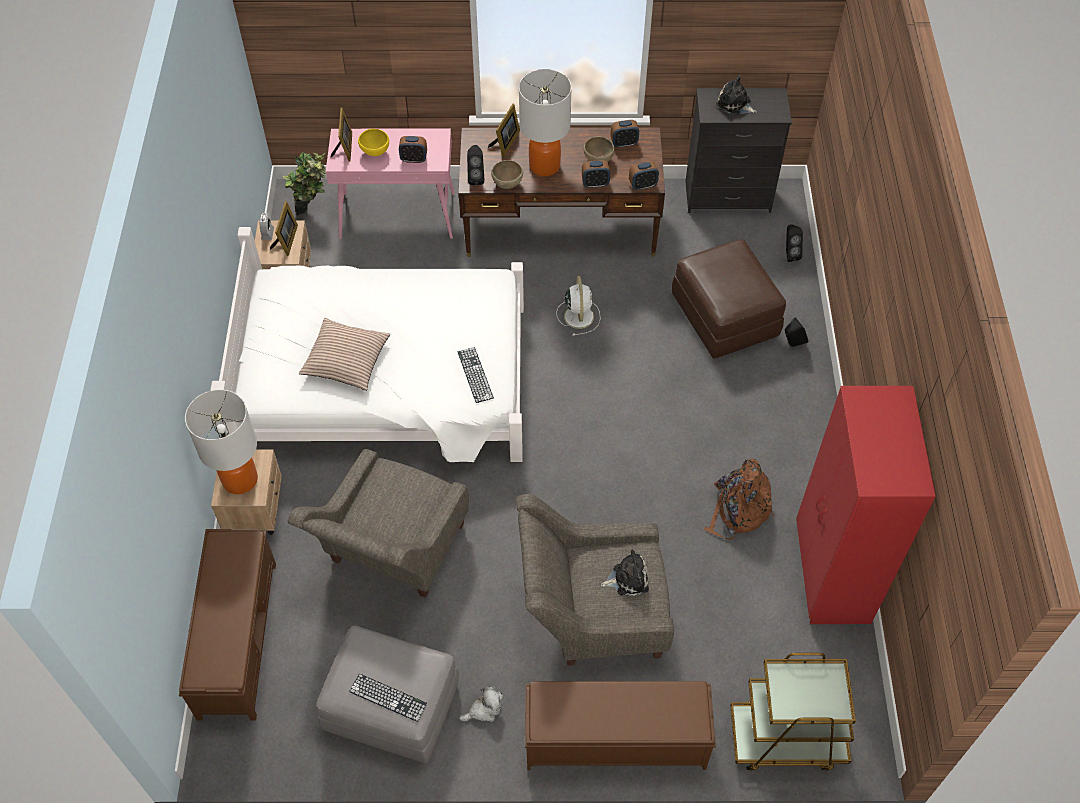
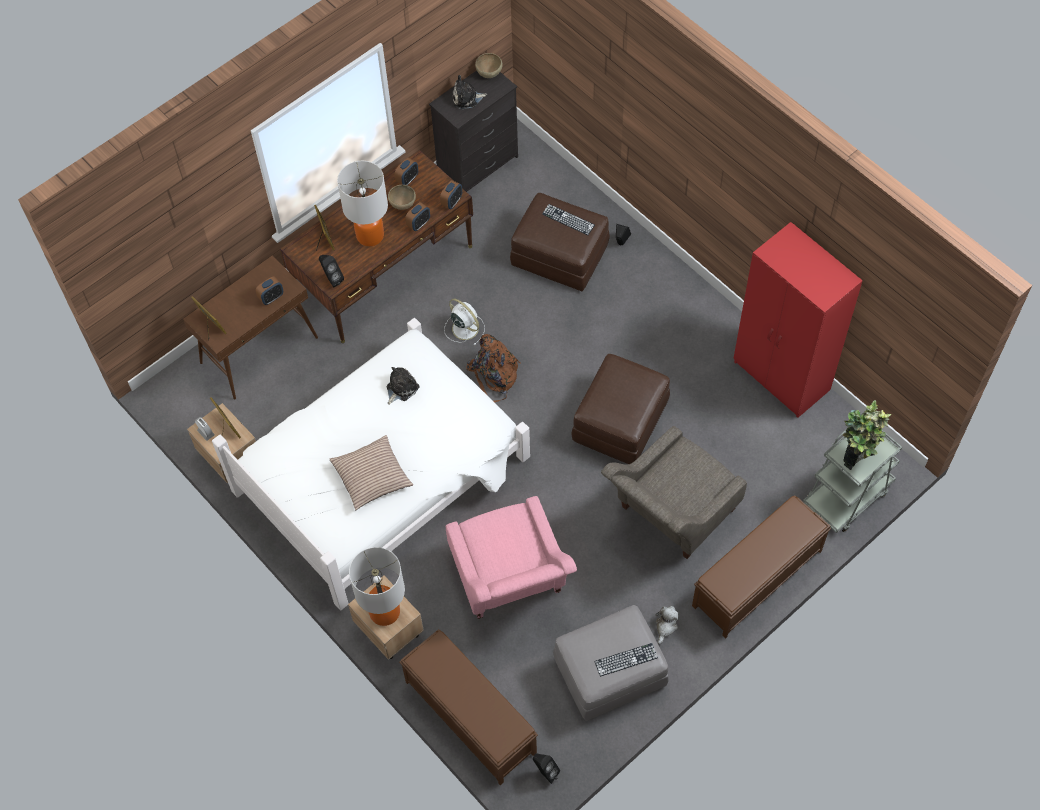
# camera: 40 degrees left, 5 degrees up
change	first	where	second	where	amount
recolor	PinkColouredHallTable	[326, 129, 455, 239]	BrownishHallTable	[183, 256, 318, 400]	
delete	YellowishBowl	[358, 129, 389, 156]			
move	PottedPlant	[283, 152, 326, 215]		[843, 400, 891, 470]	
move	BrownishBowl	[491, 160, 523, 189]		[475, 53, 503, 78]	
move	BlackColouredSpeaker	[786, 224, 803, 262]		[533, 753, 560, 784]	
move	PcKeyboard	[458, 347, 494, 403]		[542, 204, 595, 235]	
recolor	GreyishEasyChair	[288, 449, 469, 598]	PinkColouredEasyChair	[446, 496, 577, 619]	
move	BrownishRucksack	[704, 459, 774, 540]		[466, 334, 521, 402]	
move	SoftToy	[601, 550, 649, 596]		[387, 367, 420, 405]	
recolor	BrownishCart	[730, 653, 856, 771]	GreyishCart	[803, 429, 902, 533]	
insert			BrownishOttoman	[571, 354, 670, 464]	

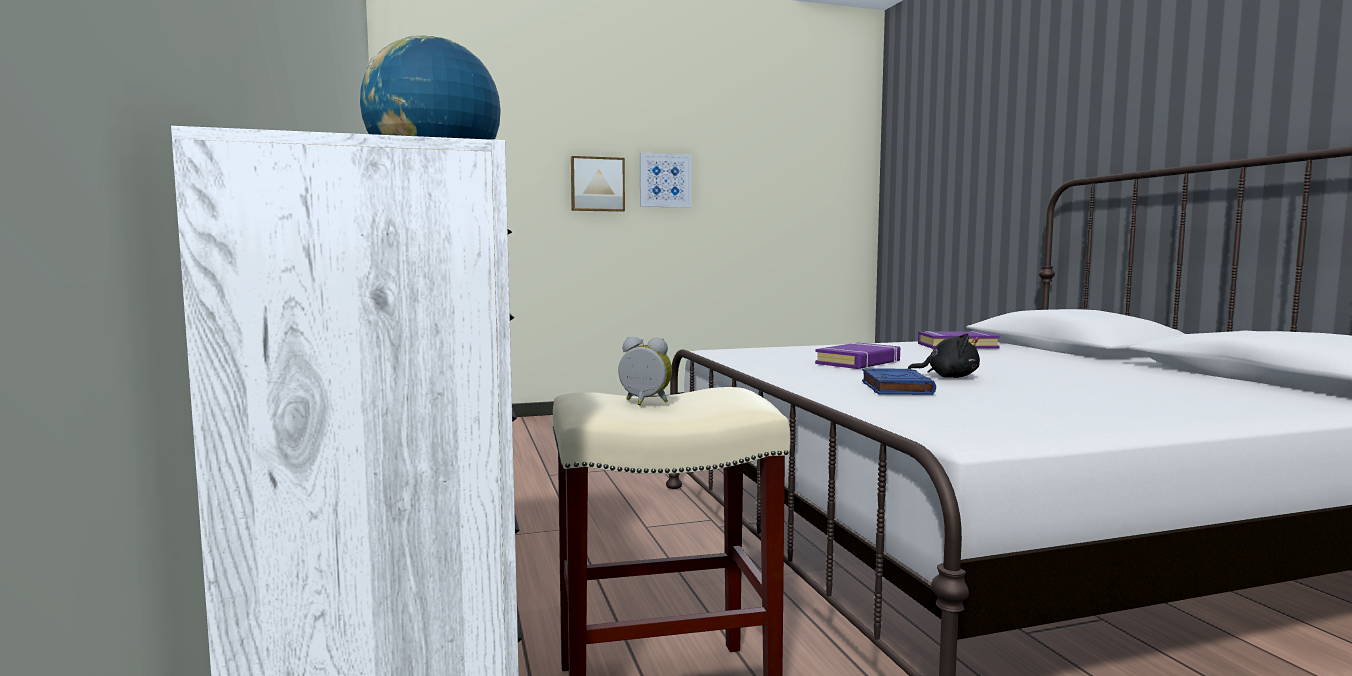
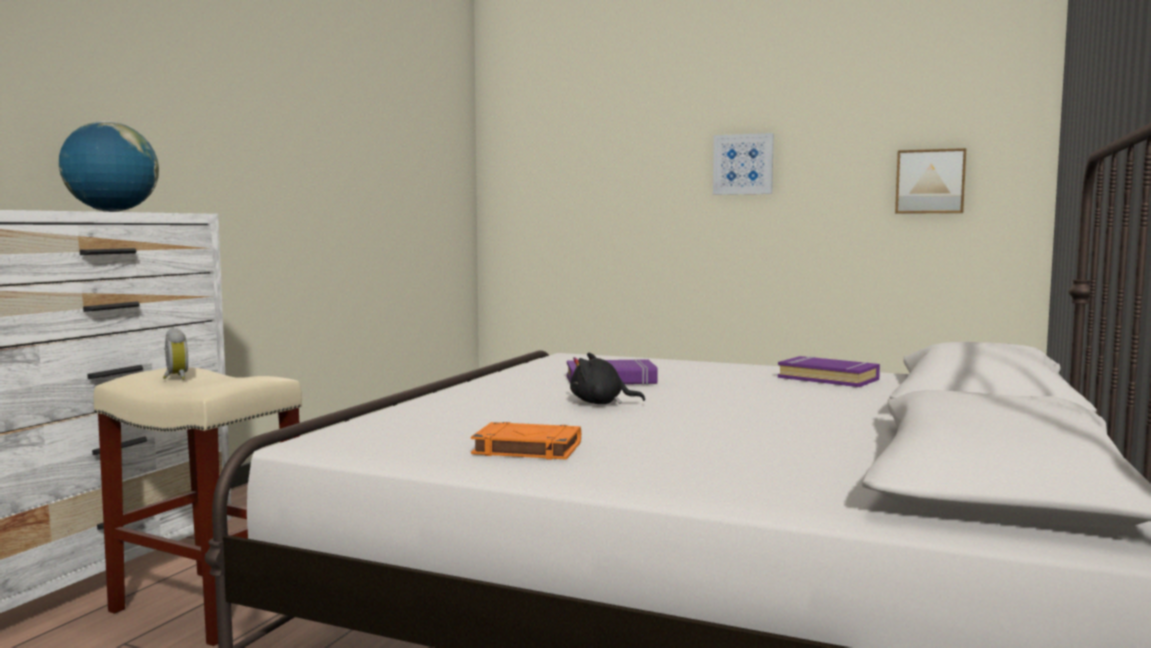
# camera: 40 degrees right, 0 degrees up
change	first	where	second	where	amount
move	WallPicture	[571, 156, 625, 212]		[895, 148, 966, 214]	
rotate	BlackColouredSoftToy	[907, 334, 980, 378]		[570, 353, 645, 404]	135 degrees clockwise
delete	BlueColouredBoundBook	[862, 368, 936, 395]			
insert			OrangeBoundBook	[471, 422, 581, 460]	

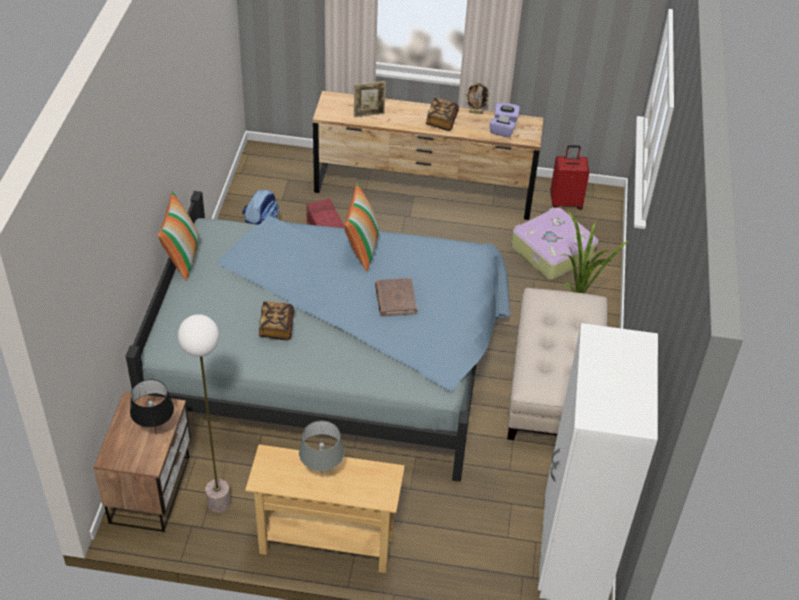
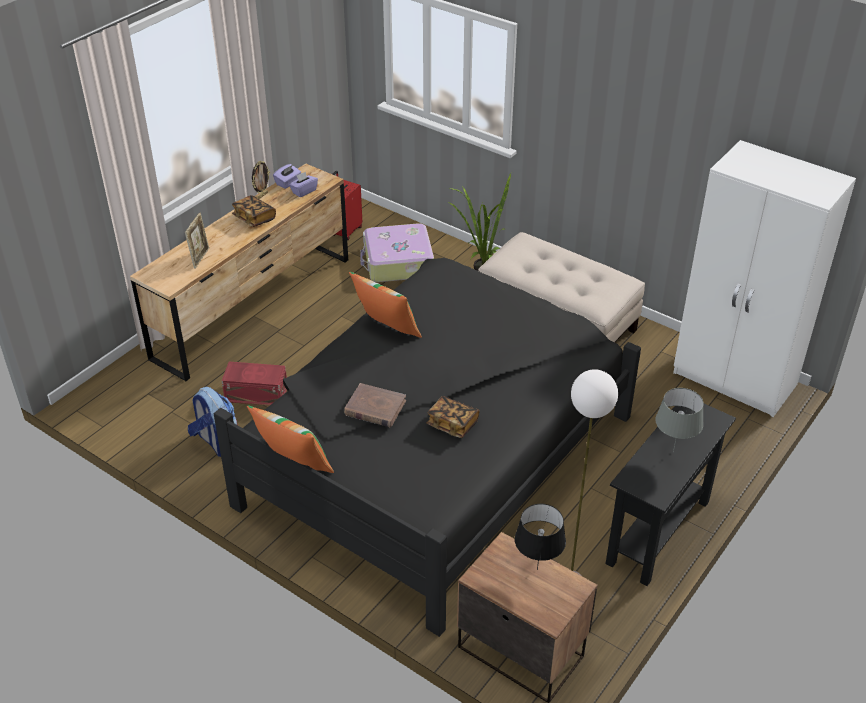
# camera: 60 degrees left, 5 degrees down
change	first	where	second	where	amount
recolor	BlueColouredSleepingBed	[126, 191, 510, 482]	BlackColouredSleepingBed	[213, 258, 641, 637]	
move	BrownishBoundBook	[375, 278, 417, 316]		[344, 383, 406, 427]	
recolor	SandColouredHallTable	[245, 445, 405, 573]	BlackColouredHallTable	[606, 403, 736, 586]	

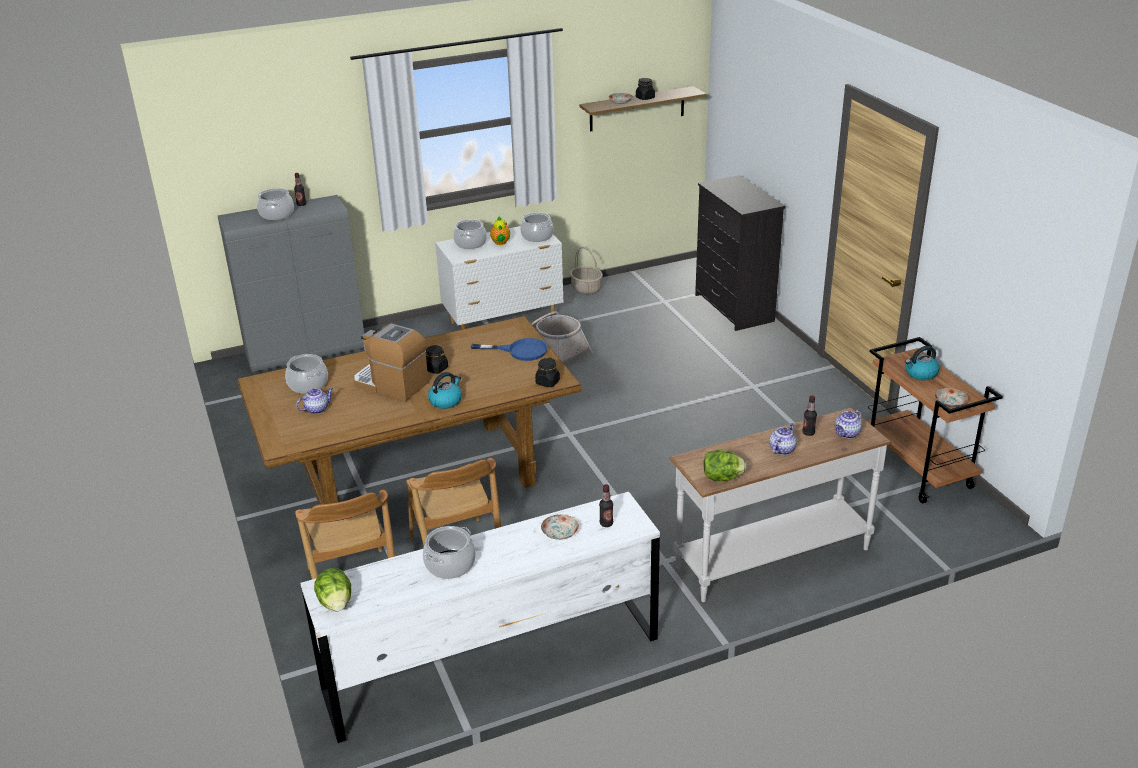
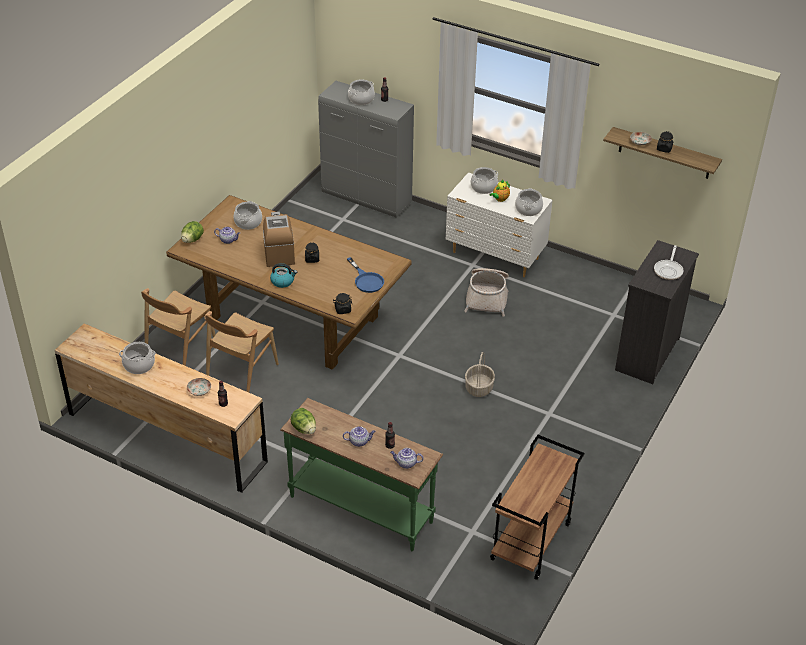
# camera: 50 degrees right, 10 degrees up
change	first	where	second	where	amount
move	Basket	[570, 246, 603, 295]		[465, 352, 495, 397]	
delete	TeaKettle	[905, 346, 939, 380]			
delete	FlatDish	[935, 388, 968, 407]			
recolor	WhiteHallTable	[669, 408, 892, 602]	GreenishHallTable	[280, 398, 443, 551]	
recolor	WhiteDrawerChest	[300, 492, 660, 743]	BrownishDrawerChest	[54, 323, 268, 493]	
move	Lettuce	[314, 568, 351, 611]		[181, 221, 204, 243]	
insert			Pan	[654, 245, 683, 280]	

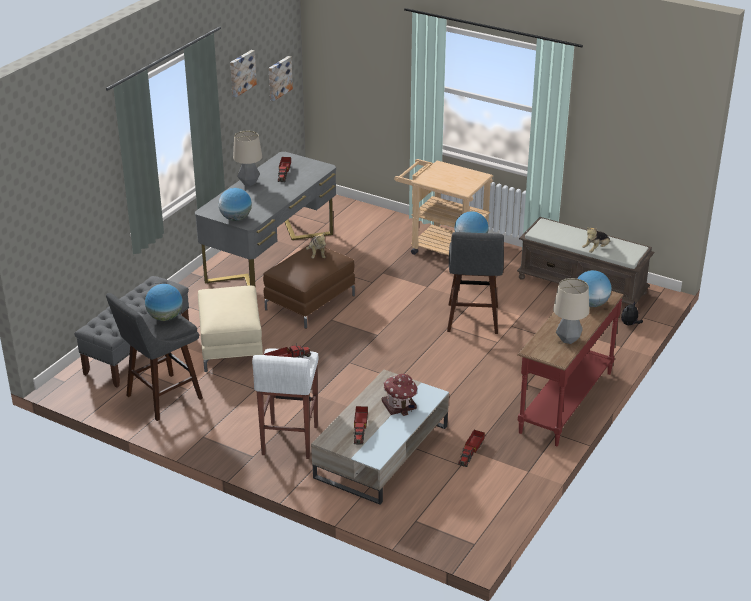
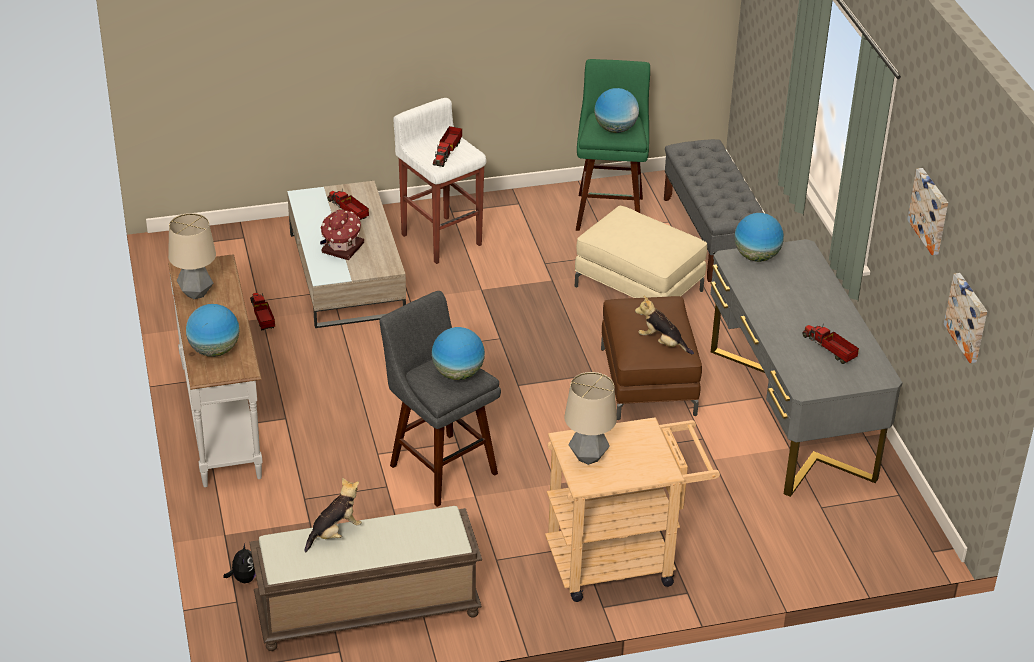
# camera: 135 degrees right, 5 degrees up
change	first	where	second	where	amount
move	TableLamp	[233, 131, 262, 186]		[564, 372, 617, 465]	
rotate	SoftToy	[582, 227, 611, 253]		[305, 478, 362, 552]	45 degrees clockwise
recolor	RedColouredHallTable	[517, 291, 624, 447]	WhiteHallTable	[168, 255, 263, 487]	
recolor	GreyishSittingStool	[106, 293, 203, 421]	GreenishSittingStool	[576, 59, 650, 231]	

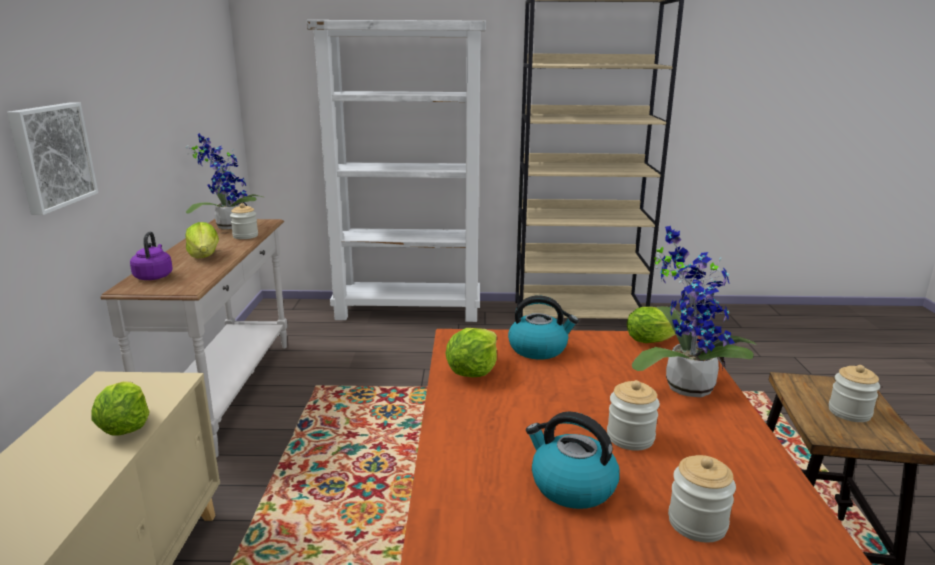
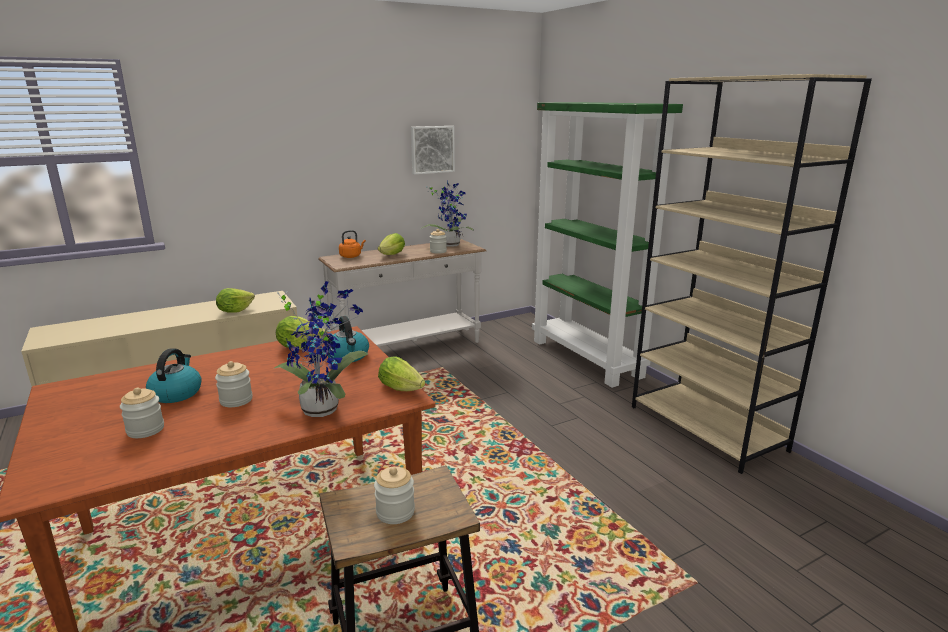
# camera: 60 degrees right, 0 degrees up
change	first	where	second	where	amount
recolor	WhiteBookcase	[307, 20, 486, 322]	GreenishBookcase	[532, 102, 683, 388]	
move	WallPicture	[7, 102, 98, 215]		[411, 126, 455, 174]	
recolor	PurpleTeaKettle	[130, 231, 173, 280]	OrangeTeaKettle	[339, 230, 366, 258]	

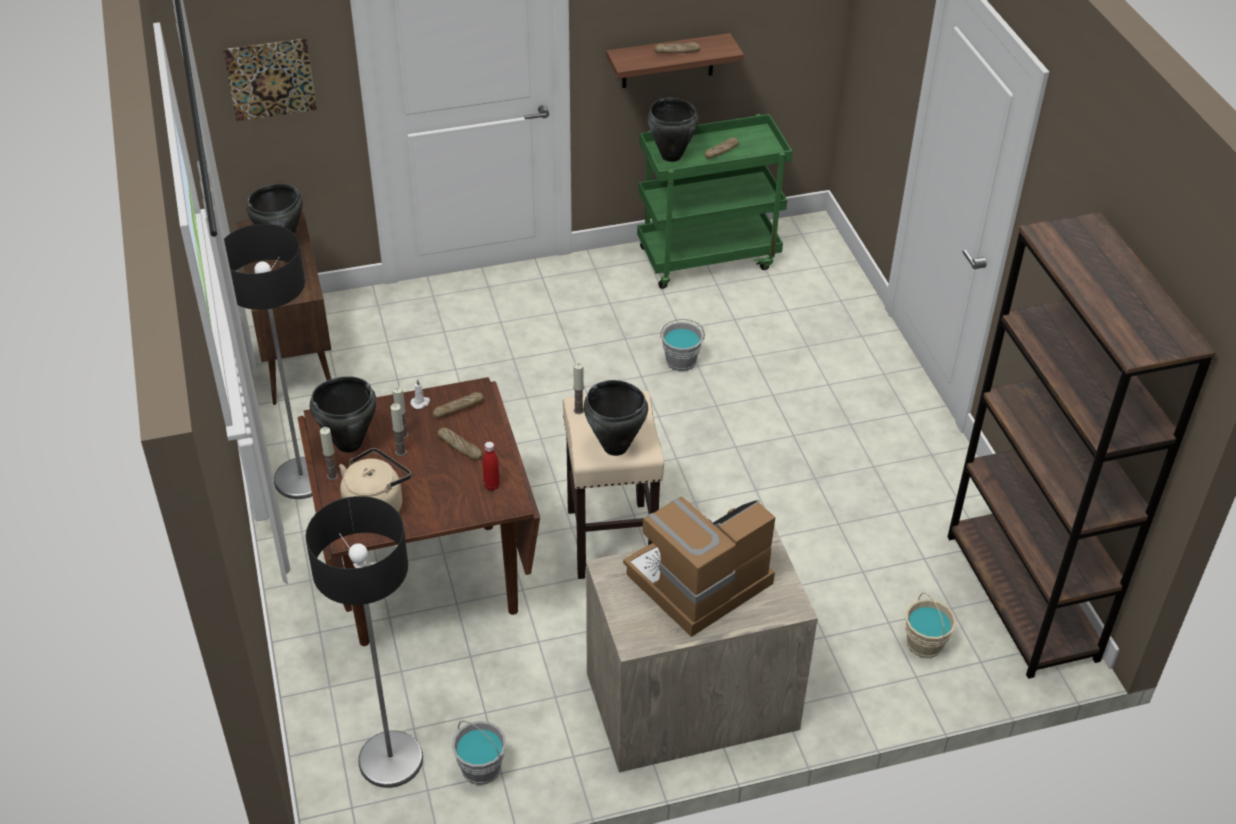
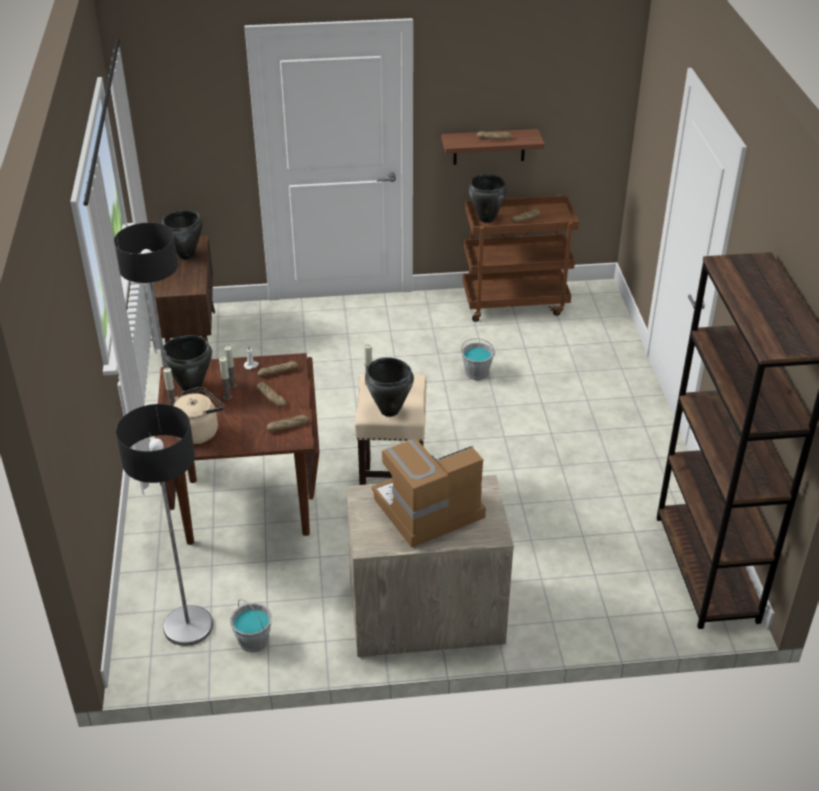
# camera: 10 degrees right, 5 degrees down
change	first	where	second	where	amount
delete	WallPicture	[223, 38, 317, 121]			
recolor	GreenishCart	[637, 114, 793, 289]	BrownishCart	[463, 195, 579, 322]	
replace	RedColouredBottle	[483, 442, 500, 491]	Bread	[266, 415, 309, 431]	
delete	SandColouredBucket	[905, 593, 956, 659]			

